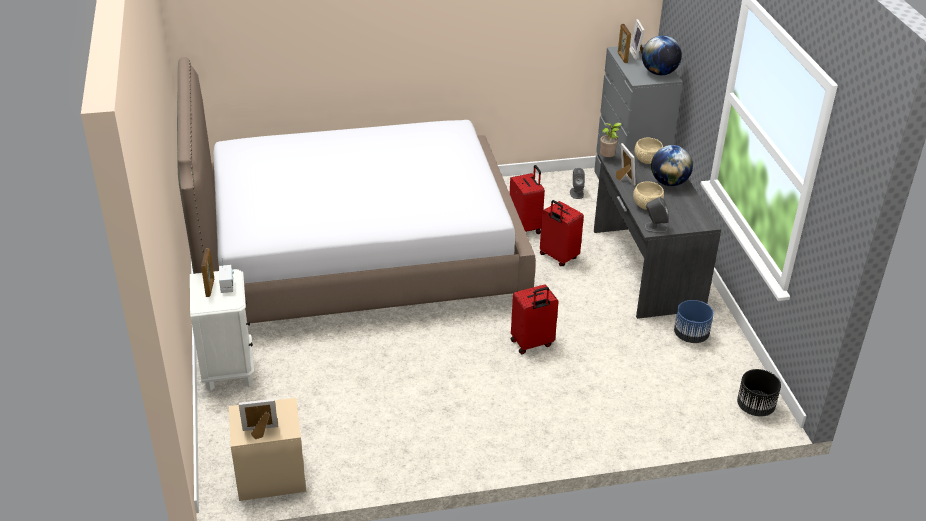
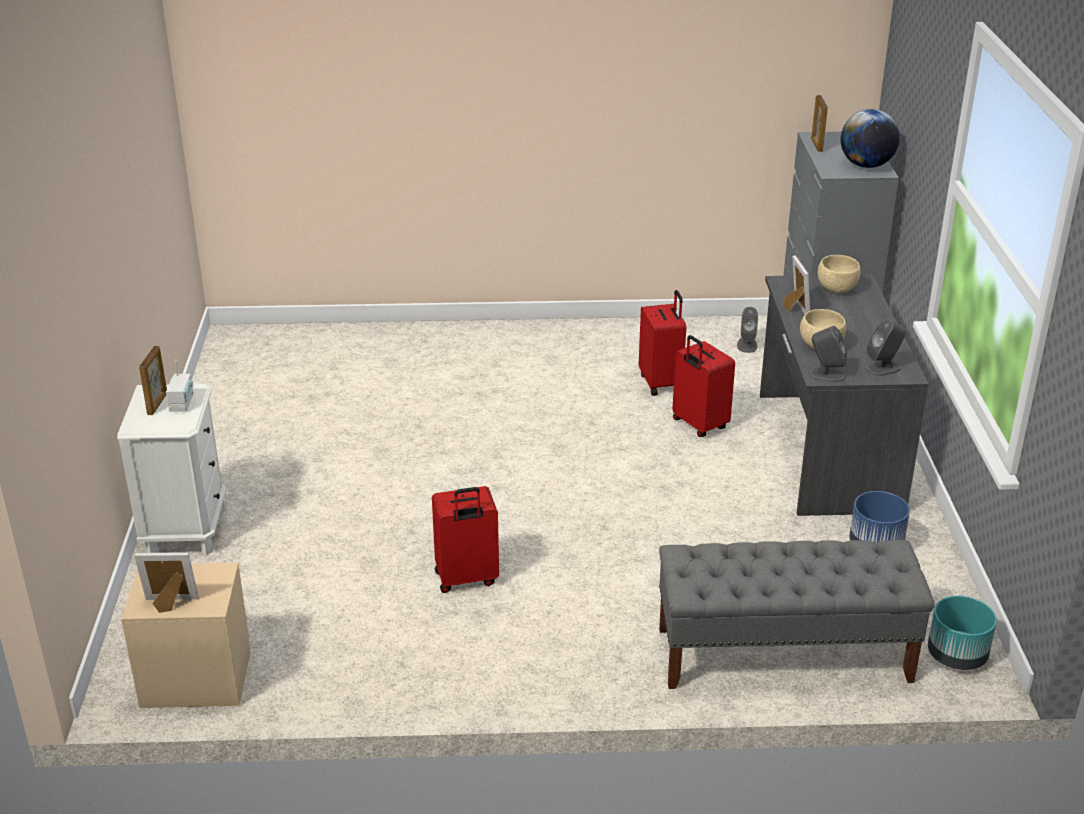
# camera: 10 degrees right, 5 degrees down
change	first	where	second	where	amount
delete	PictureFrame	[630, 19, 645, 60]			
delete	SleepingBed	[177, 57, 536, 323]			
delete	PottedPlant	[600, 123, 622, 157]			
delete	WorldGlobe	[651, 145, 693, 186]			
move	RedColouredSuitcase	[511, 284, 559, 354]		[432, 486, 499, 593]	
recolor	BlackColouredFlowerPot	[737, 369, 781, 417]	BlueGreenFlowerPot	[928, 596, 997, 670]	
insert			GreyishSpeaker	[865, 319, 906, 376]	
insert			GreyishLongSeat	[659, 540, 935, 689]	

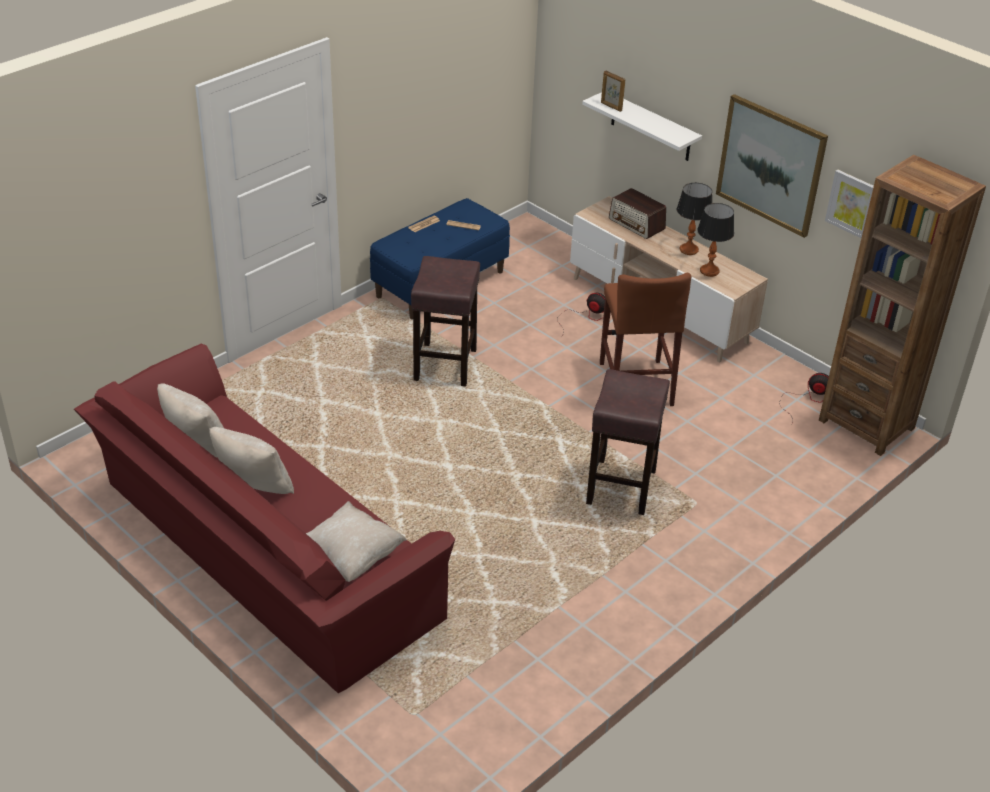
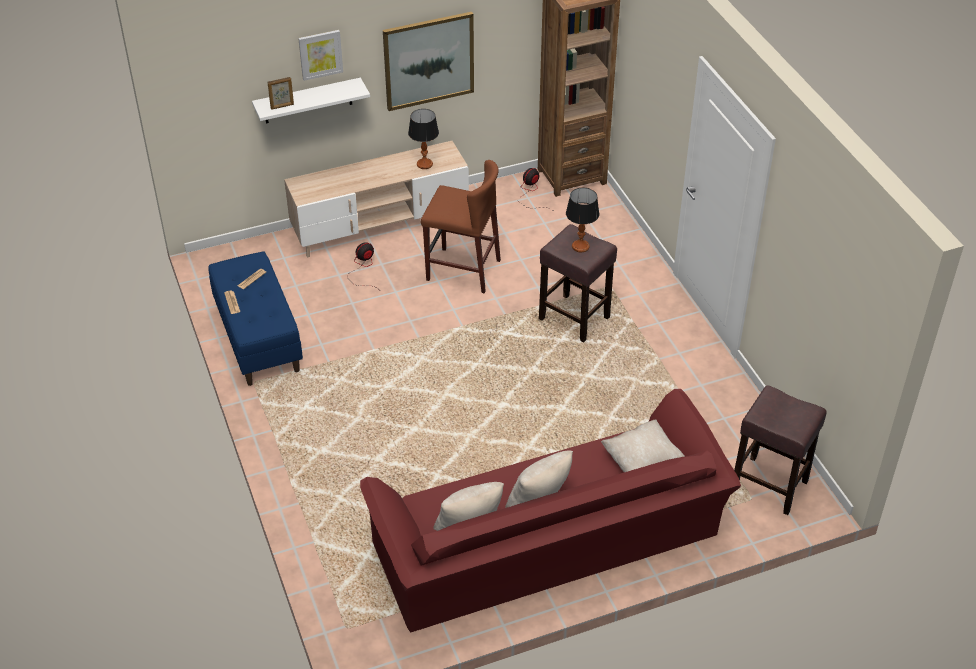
# camera: 65 degrees left, 5 degrees up
change	first	where	second	where	amount
move	WallPicture	[825, 170, 874, 238]		[298, 30, 343, 81]	
move	TableLamp	[677, 183, 712, 255]		[566, 188, 600, 252]	
delete	RadioReceiver	[609, 188, 666, 239]			
move	BrownishSittingStool	[411, 256, 480, 387]		[734, 385, 827, 515]	

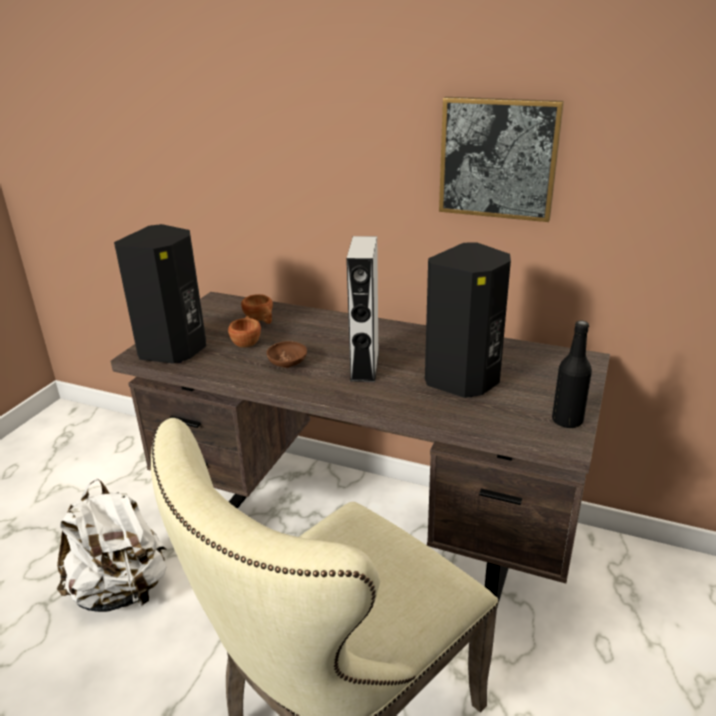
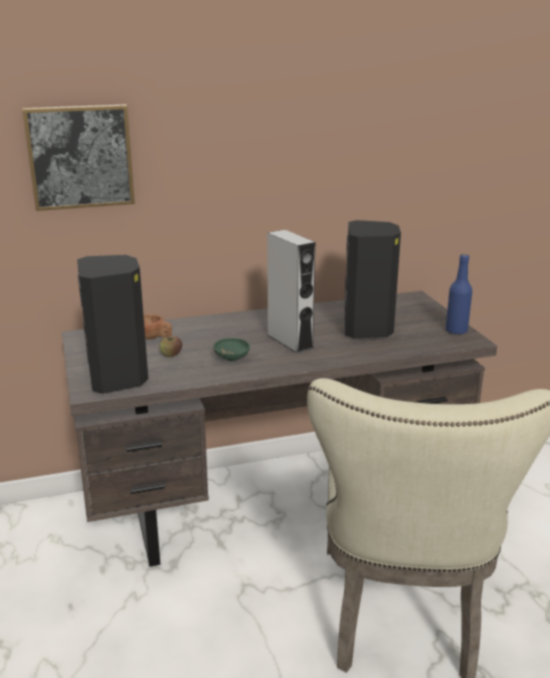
# camera: 40 degrees left, 5 degrees down
change	first	where	second	where	amount
move	WallPicture	[439, 97, 564, 222]		[22, 104, 135, 211]	
replace	BrownishCup	[228, 316, 261, 348]	Apple	[159, 335, 182, 357]	
recolor	BlackColouredBottle	[552, 321, 592, 428]	BlueColouredBottle	[445, 254, 472, 334]	
recolor	BrownishBowl	[267, 341, 307, 368]	GreenishBowl	[213, 338, 250, 361]	
delete	WhiteRucksack	[57, 479, 167, 612]			

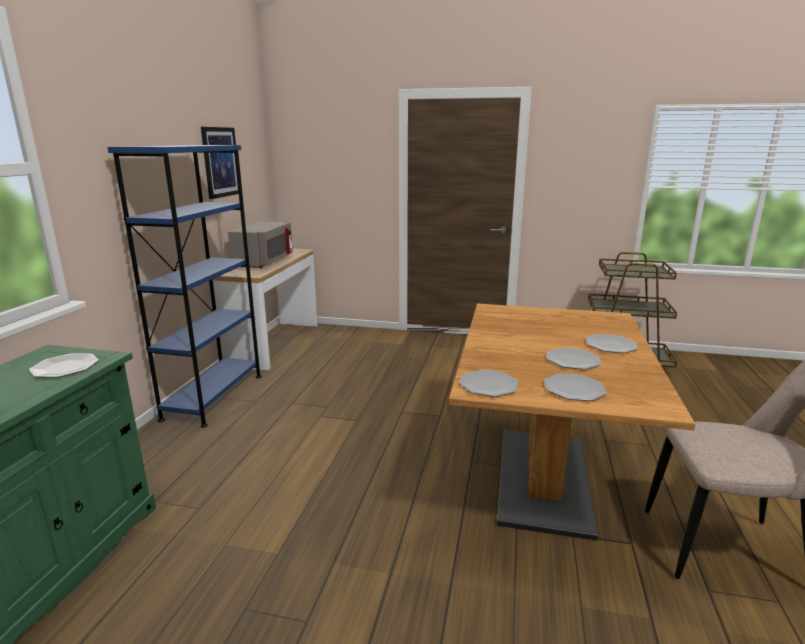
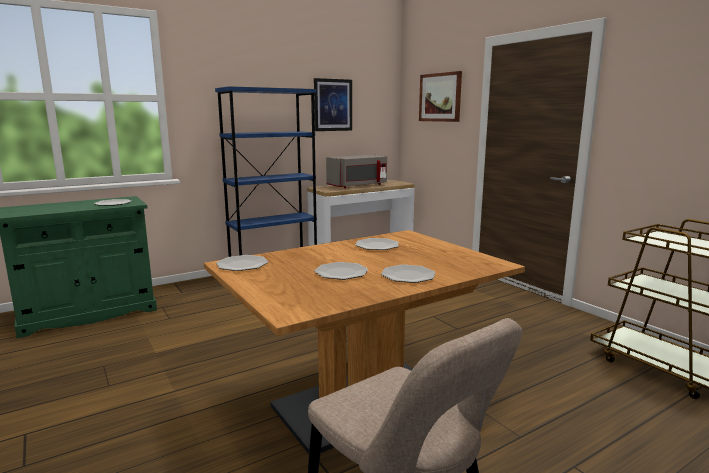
# camera: 45 degrees right, 5 degrees down
change	first	where	second	where	amount
move	FlatDish	[544, 374, 607, 401]		[356, 238, 399, 250]	
insert			WallPicture	[419, 71, 462, 122]	

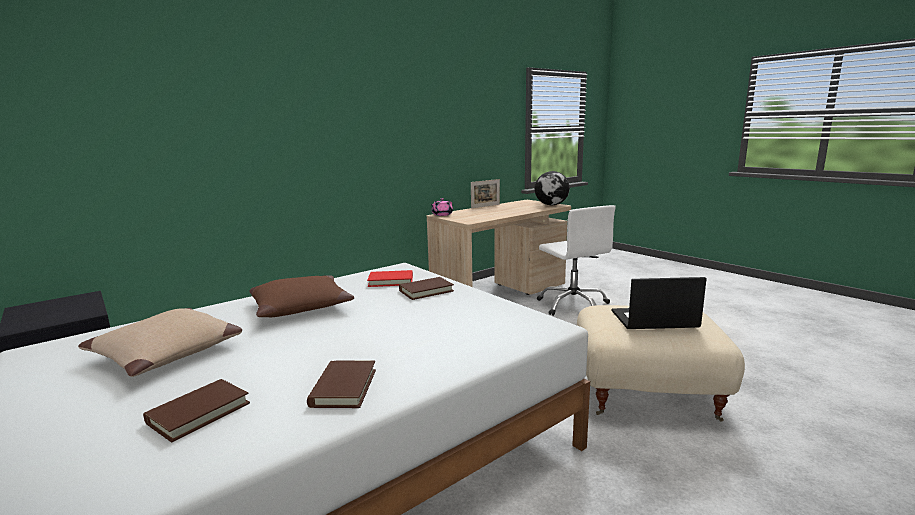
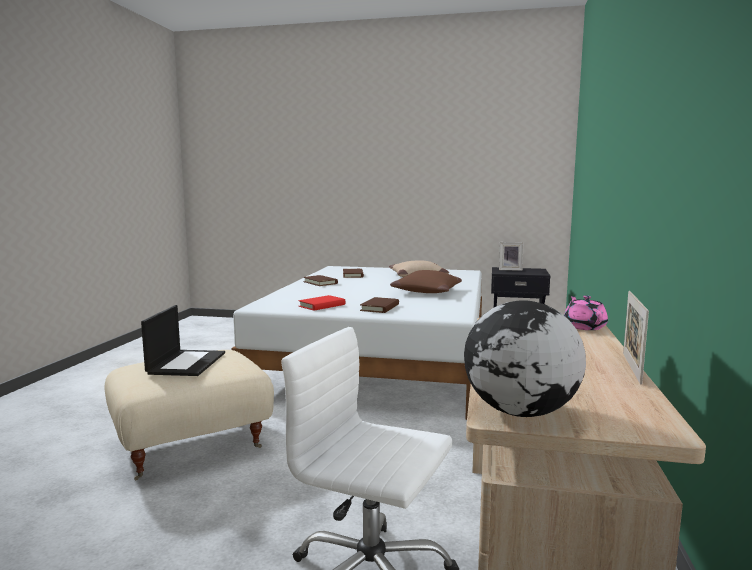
# camera: 140 degrees right, 5 degrees down
change	first	where	second	where	amount
move	RedColouredBoundBook	[367, 270, 413, 287]		[298, 295, 346, 311]	
rotate	NotebookComputer	[612, 277, 707, 329]		[141, 305, 225, 376]	45 degrees counterclockwise
insert			PictureFrame	[499, 242, 523, 271]	

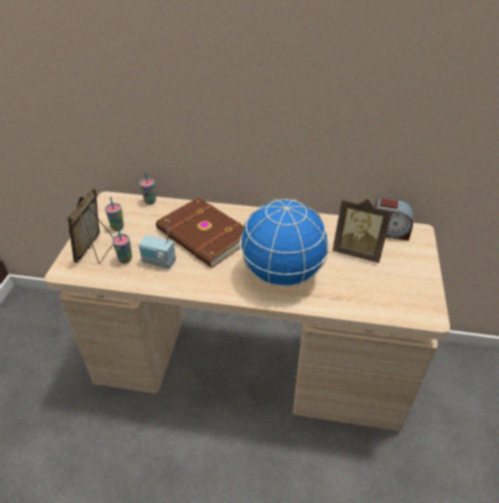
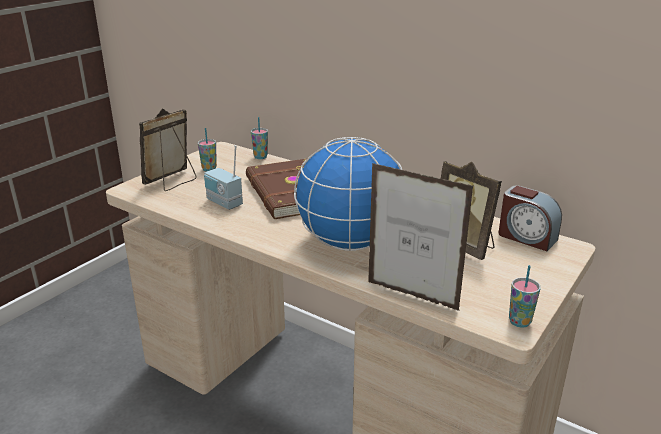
# camera: 25 degrees right, 15 degrees down
change	first	where	second	where	amount
move	Cup	[112, 228, 132, 263]		[509, 265, 541, 328]	
insert			PictureFrame	[368, 163, 474, 311]	

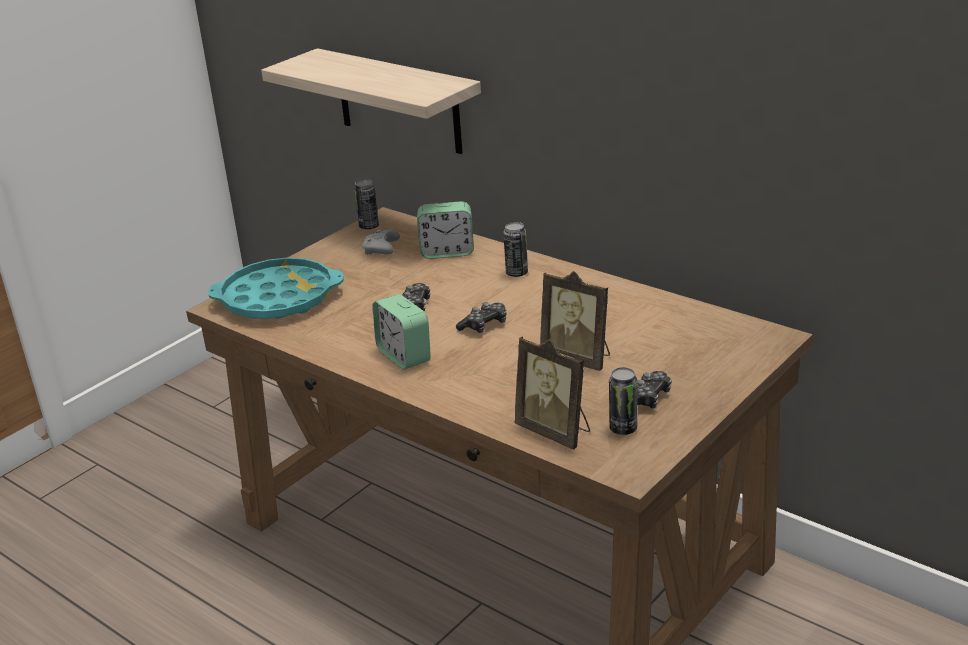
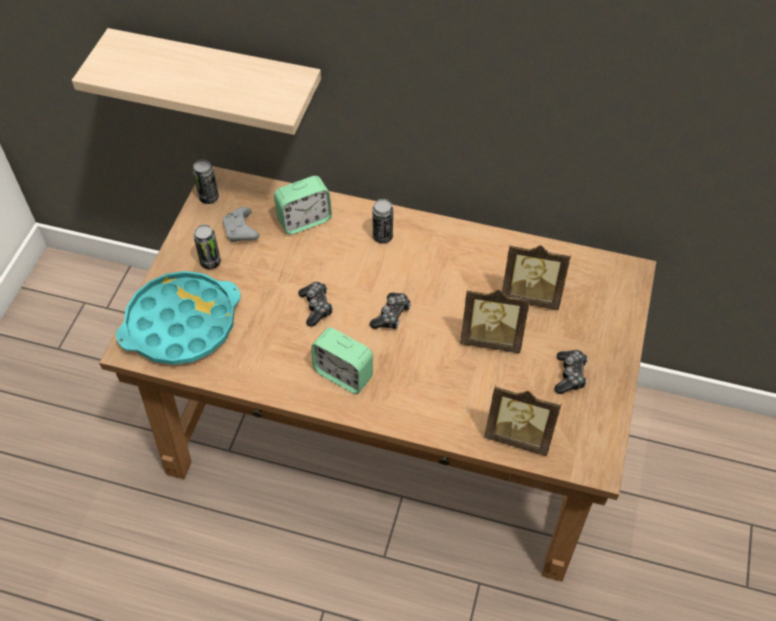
# camera: 25 degrees left, 25 degrees up
change	first	where	second	where	amount
move	Can	[609, 367, 637, 435]		[193, 225, 221, 269]	
insert			PictureFrame	[502, 245, 571, 310]	

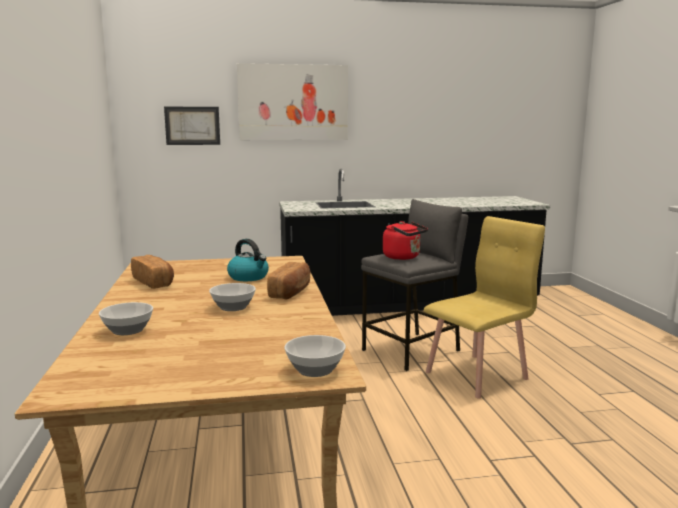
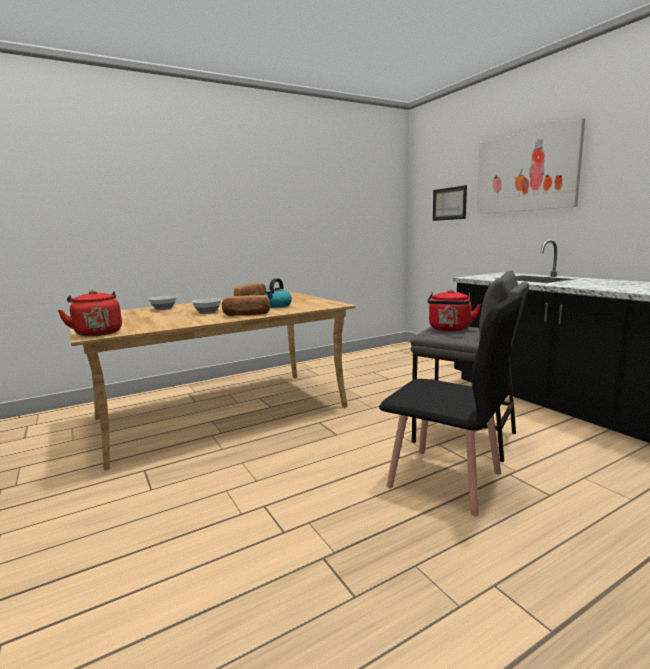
# camera: 70 degrees right, 0 degrees up
change	first	where	second	where	amount
recolor	YellowishPlainChair	[424, 216, 545, 399]	BlackColouredPlainChair	[379, 294, 522, 516]	
replace	Bowl	[284, 335, 346, 377]	RedColouredTeaKettle	[58, 290, 122, 337]	

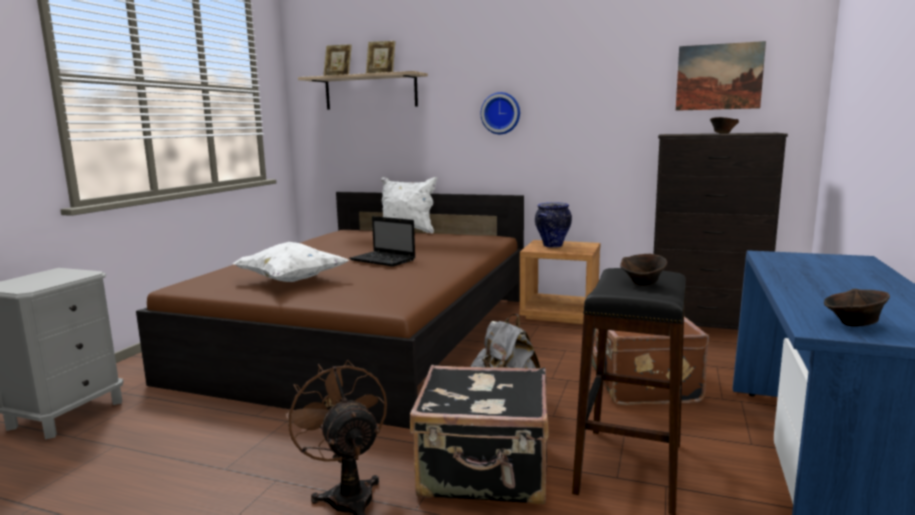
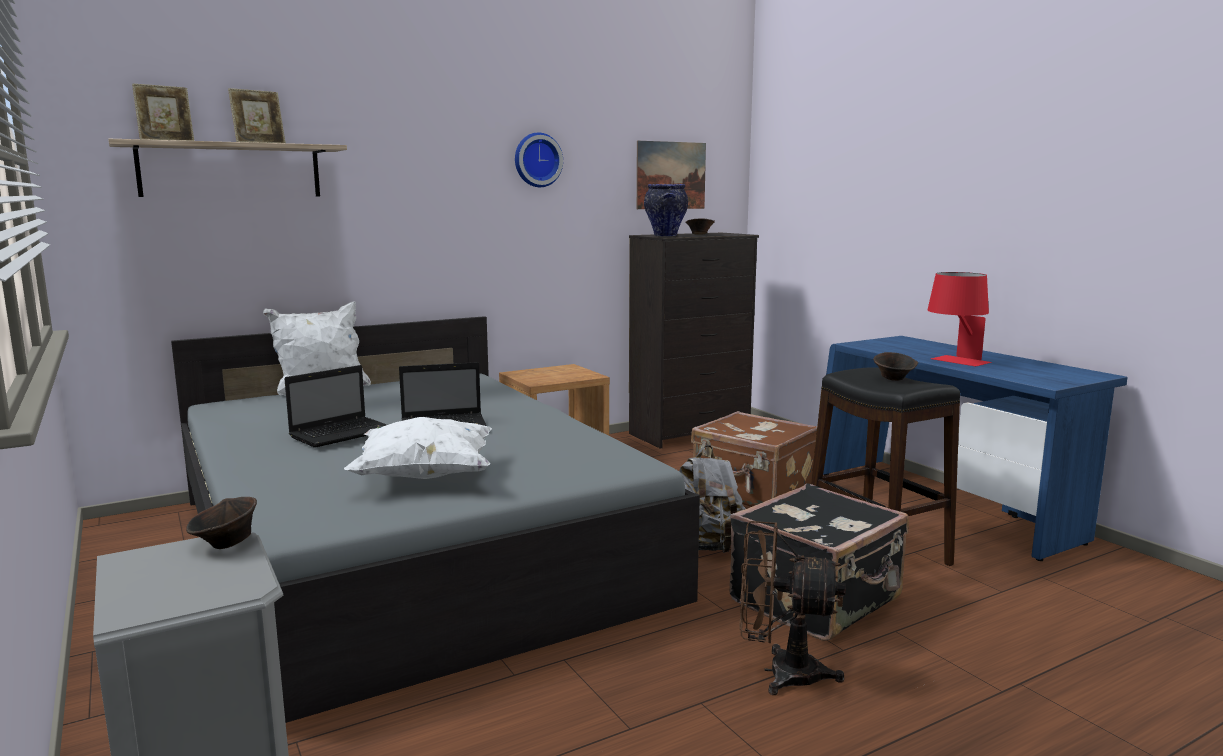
# camera: 50 degrees left, 0 degrees up
change	first	where	second	where	amount
move	ClockOnTheWall	[481, 92, 520, 134]		[515, 133, 563, 187]	
recolor	BrownishSleepingBed	[136, 192, 524, 429]	GreyishSleepingBed	[171, 316, 700, 723]	
move	Vase	[535, 202, 572, 248]		[644, 184, 688, 237]	
move	BrownishBowl	[824, 289, 890, 327]		[186, 497, 257, 549]	
insert			RedColouredTableLamp	[927, 272, 992, 366]	
insert			NotebookComputer	[284, 365, 387, 448]	

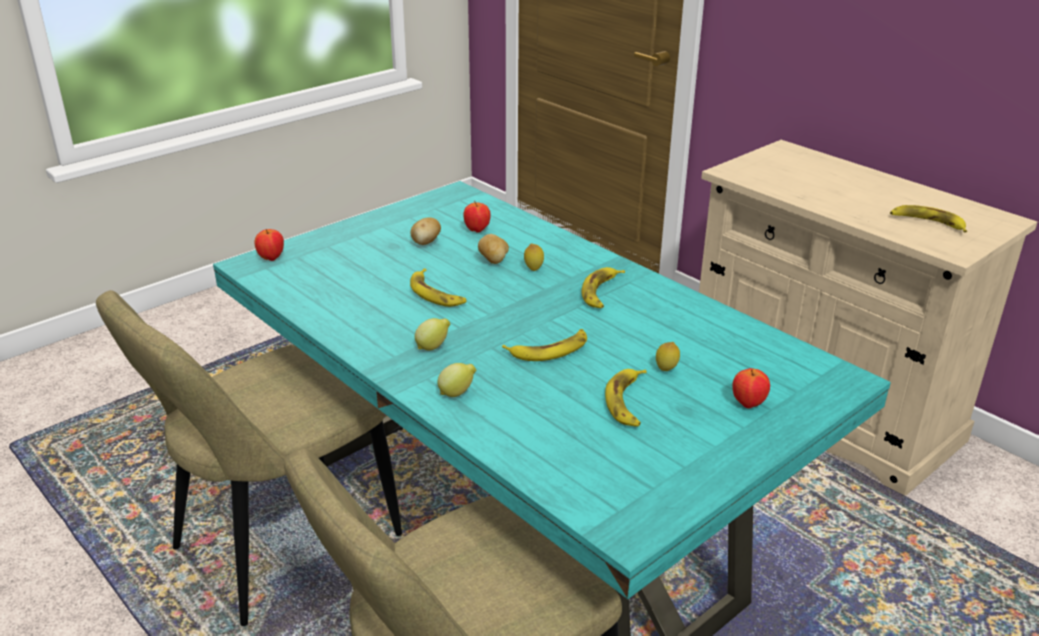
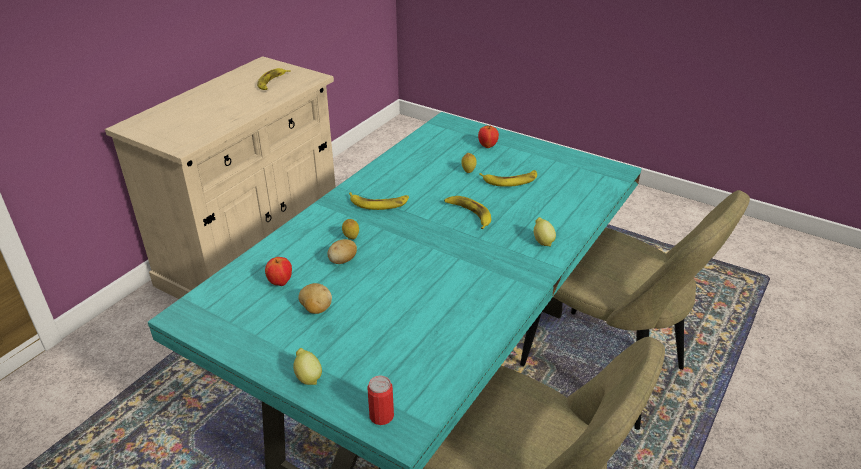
# camera: 105 degrees left, 5 degrees up
change	first	where	second	where	amount
replace	Apple	[254, 229, 284, 261]	Can	[367, 376, 394, 425]	
delete	Banana	[410, 268, 467, 307]			
move	CitrusFruit	[415, 318, 450, 351]		[293, 348, 322, 385]	

